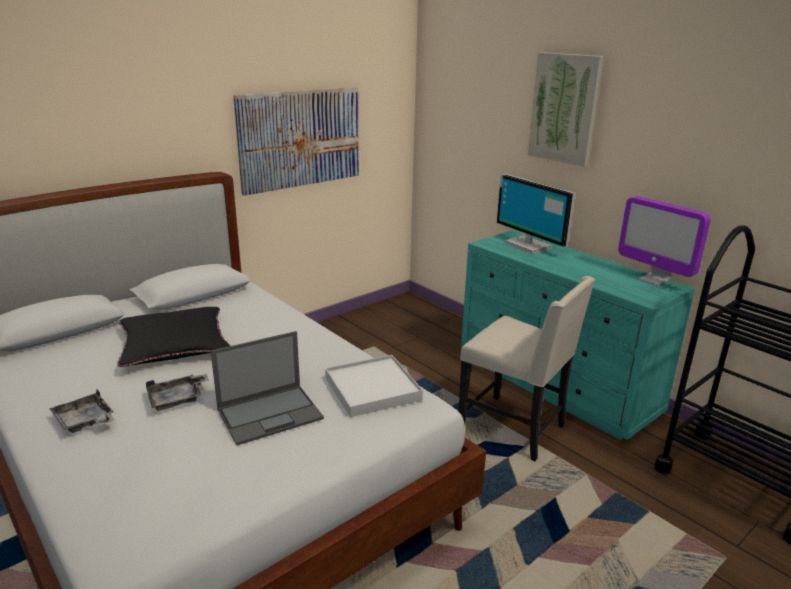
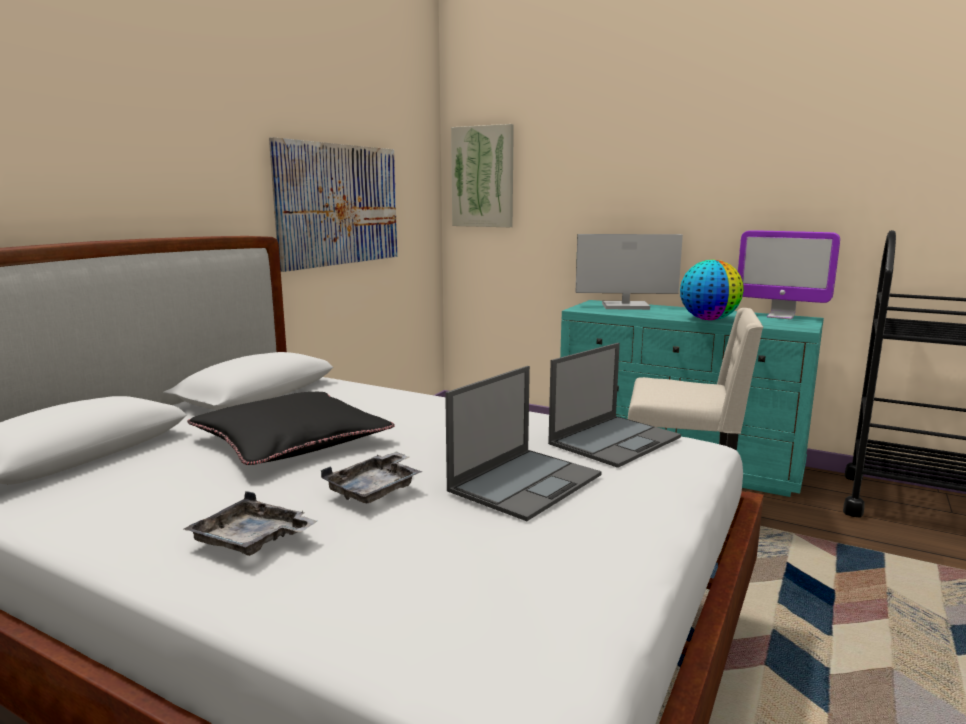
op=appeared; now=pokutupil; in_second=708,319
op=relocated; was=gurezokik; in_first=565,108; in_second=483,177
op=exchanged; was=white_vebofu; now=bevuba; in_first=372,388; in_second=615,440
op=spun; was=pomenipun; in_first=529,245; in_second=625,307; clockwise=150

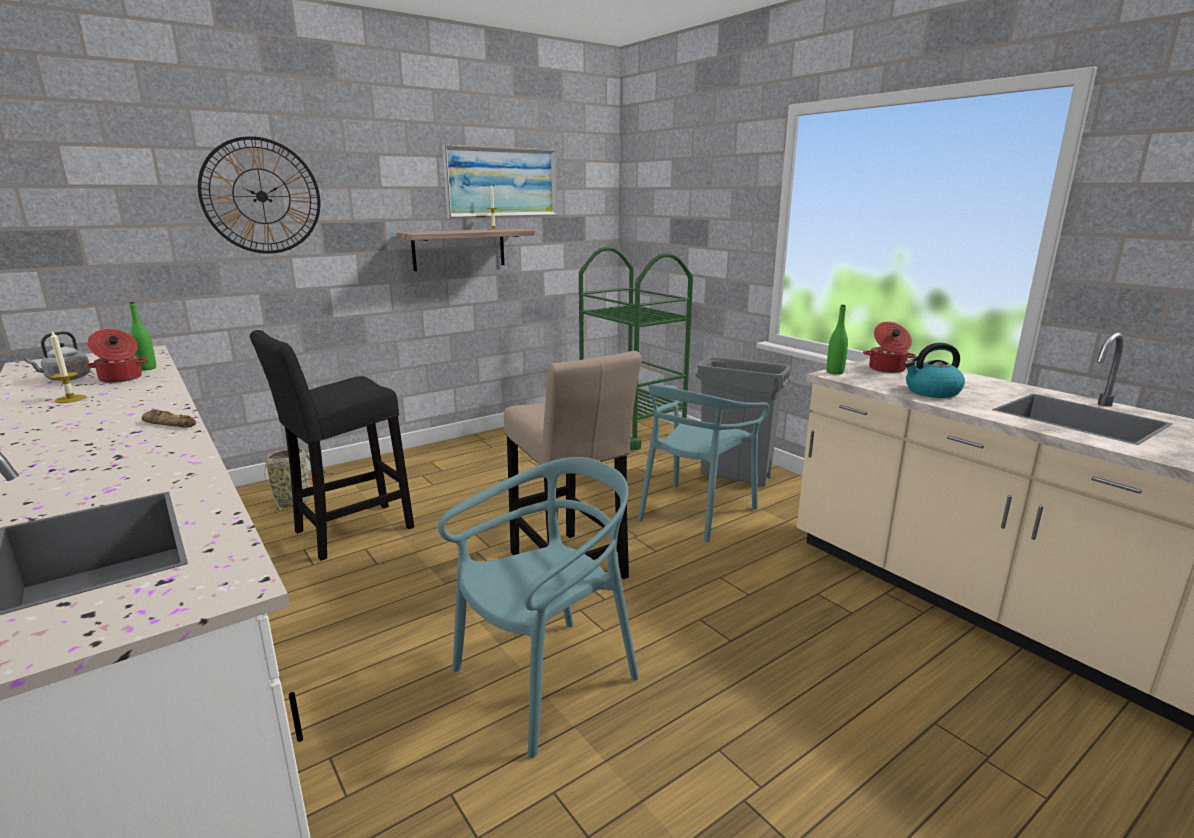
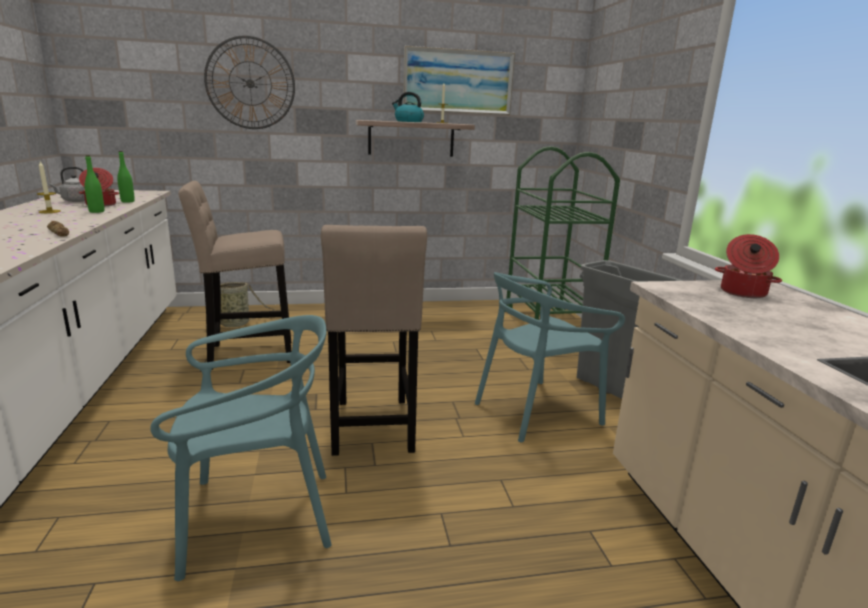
op=relocated; was=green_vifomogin; in_first=835,372; in_second=96,211
op=relocated; was=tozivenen; in_first=931,392; in_second=408,121
op=colour; was=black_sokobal; now=beige_sokobal; in_first=348,532; in_second=245,354

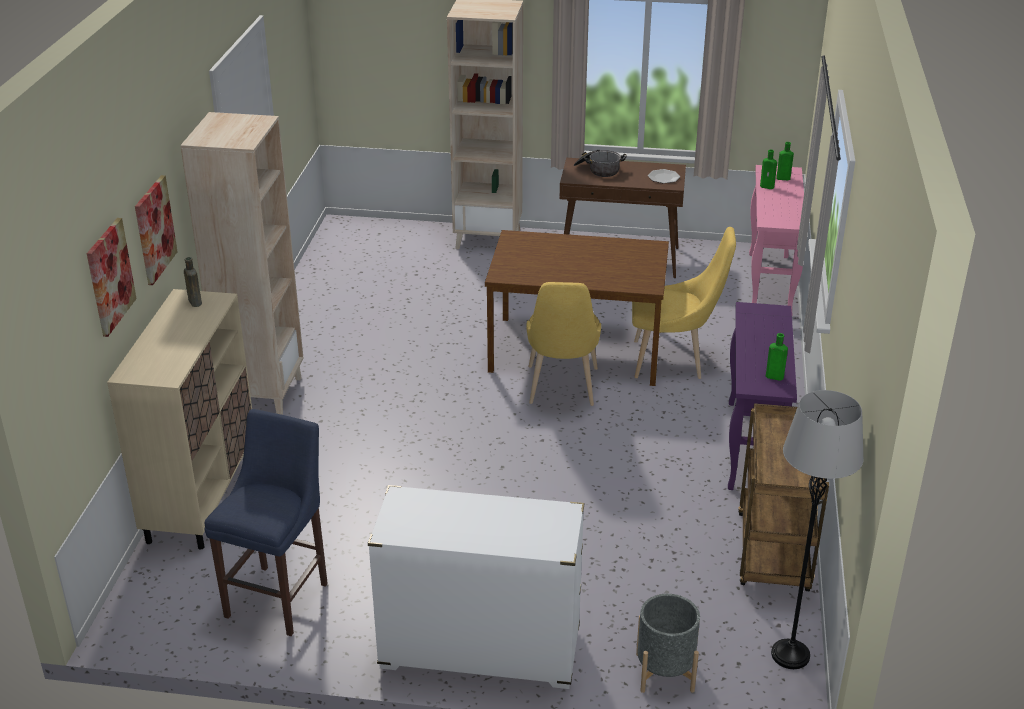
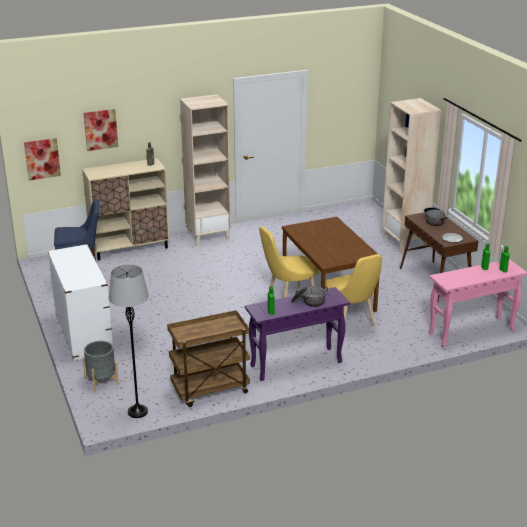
op=appeared; now=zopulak; in_second=308,302
op=relocated; was=gurezokik; in_first=154,229; in_second=42,158

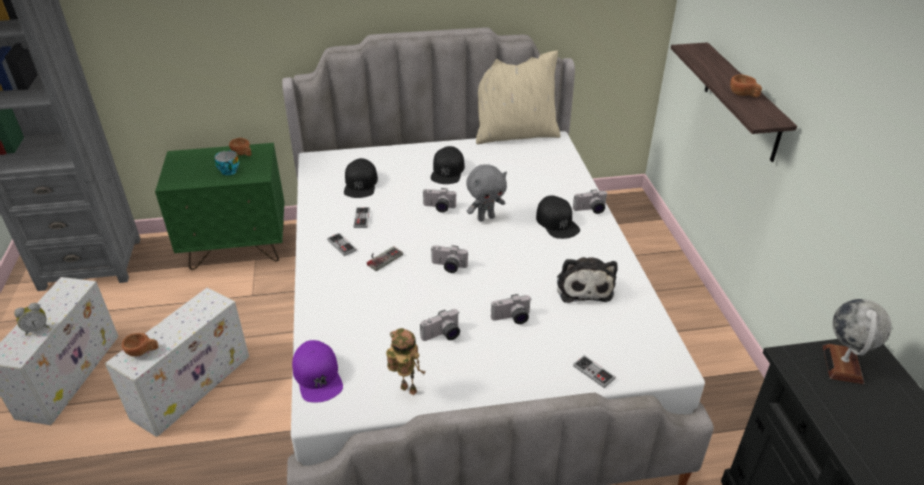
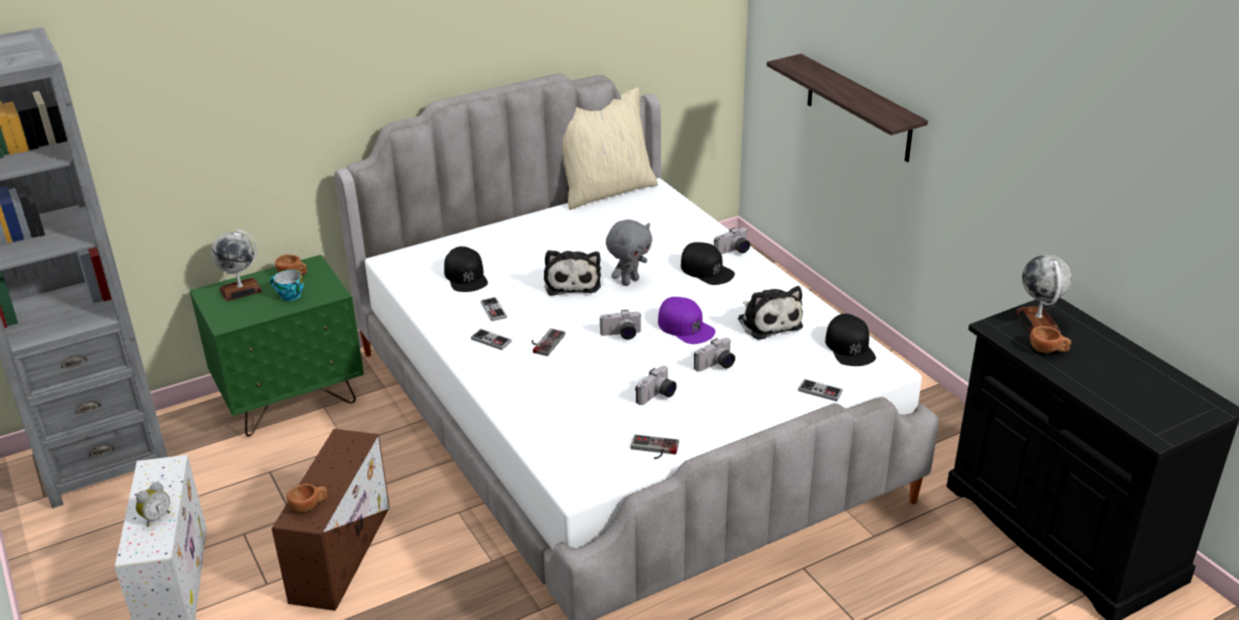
op=appeared; now=pokutupil; in_second=241,290
op=relocated; was=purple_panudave; in_first=318,376; in_second=686,327
op=relocated; was=black_panudave; in_first=447,171; in_second=850,347
op=relocated; was=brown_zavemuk; in_first=743,95; in_second=1048,350
op=exchanged; was=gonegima; now=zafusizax; in_first=406,391; in_second=654,449
op=exchanged; was=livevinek; now=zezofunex; in_first=439,208; in_second=572,282
op=colour; was=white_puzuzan; now=brown_puzuzan; in_first=193,385; in_second=342,551

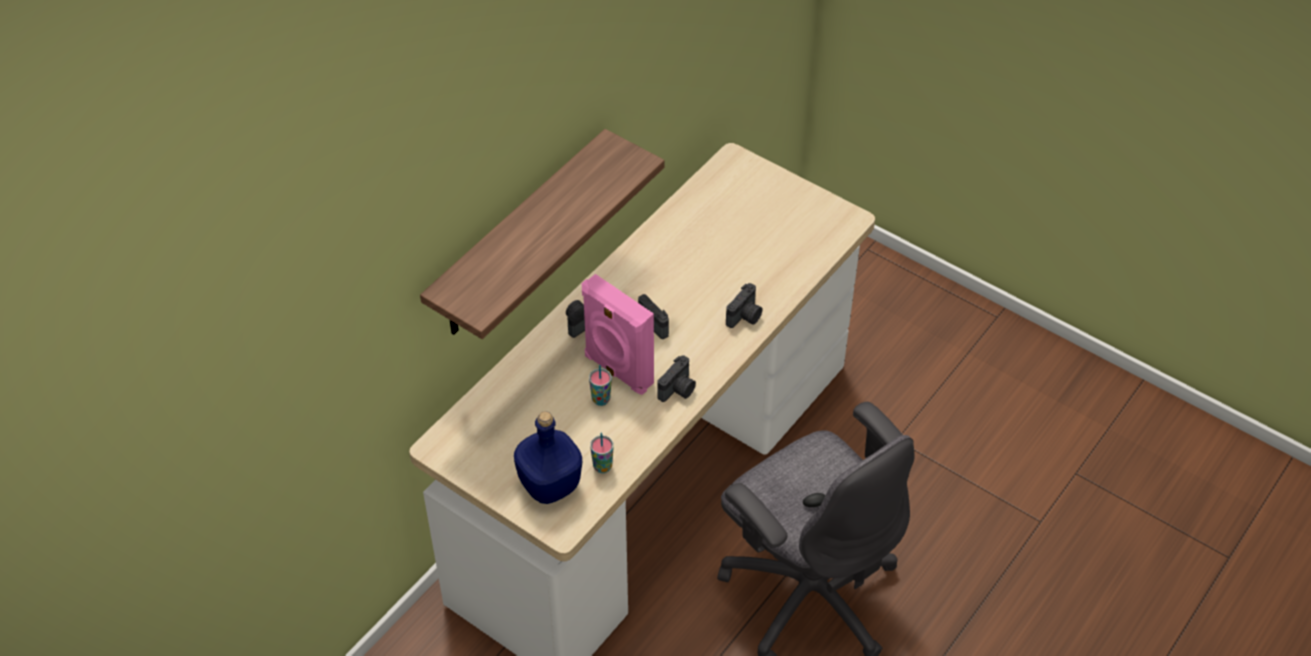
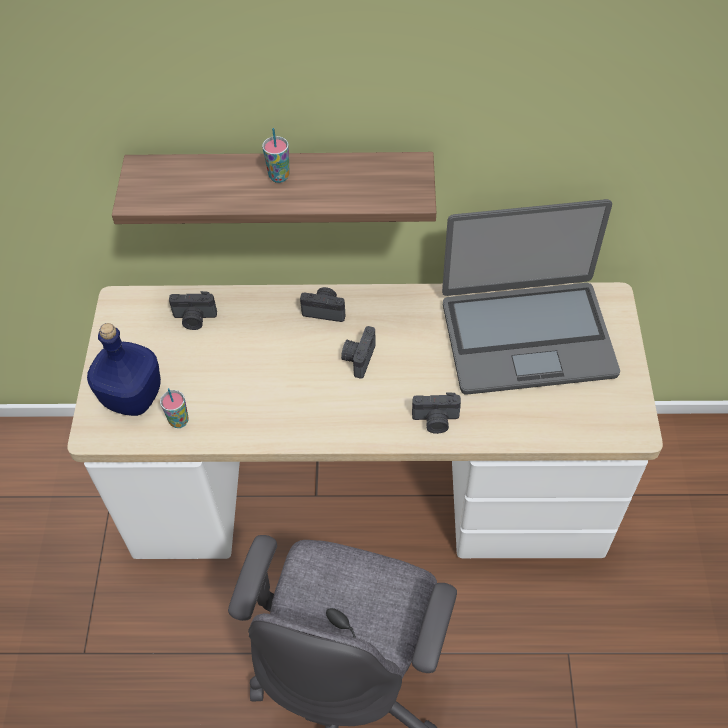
op=missing; was=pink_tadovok; in_first=617,371
op=appeared; now=bevuba; in_second=526,336
op=relocated; was=zavemuk; in_first=601,399; in_second=279,176
op=relocated; was=livevinek; in_first=678,390; in_second=194,319

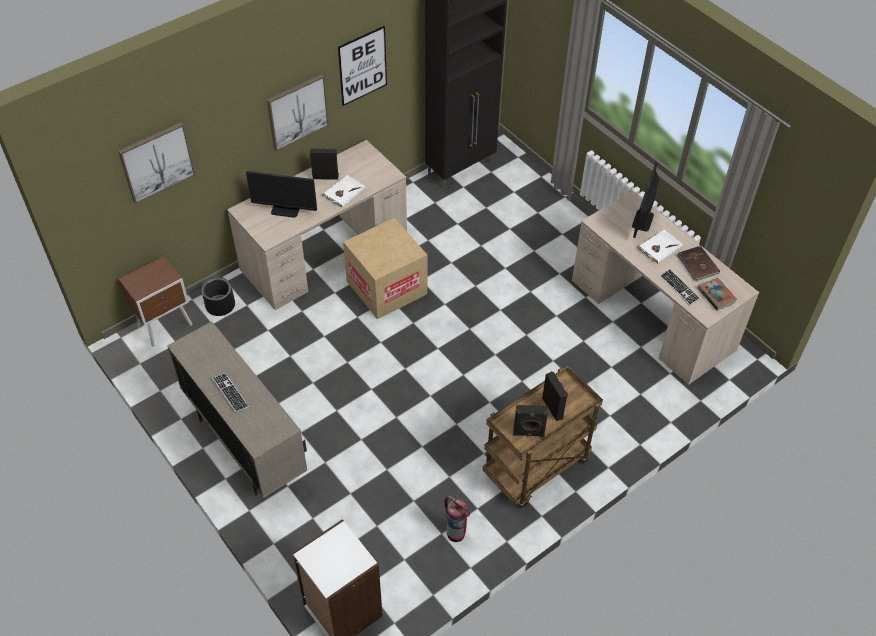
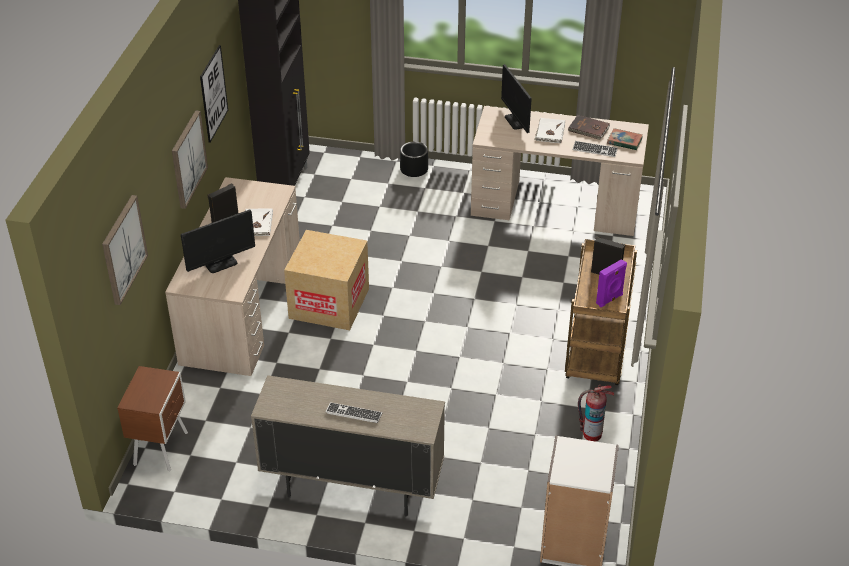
op=relocated; was=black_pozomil; in_first=220,305; in_second=414,170
op=colour; was=black_tadovok; now=purple_tadovok; in_first=528,433; in_second=610,299

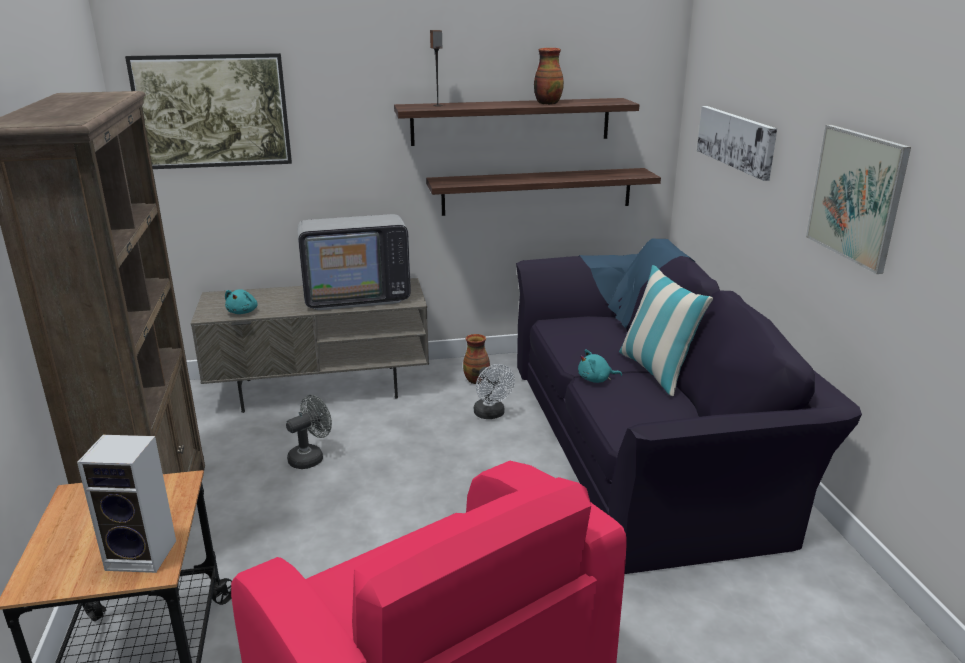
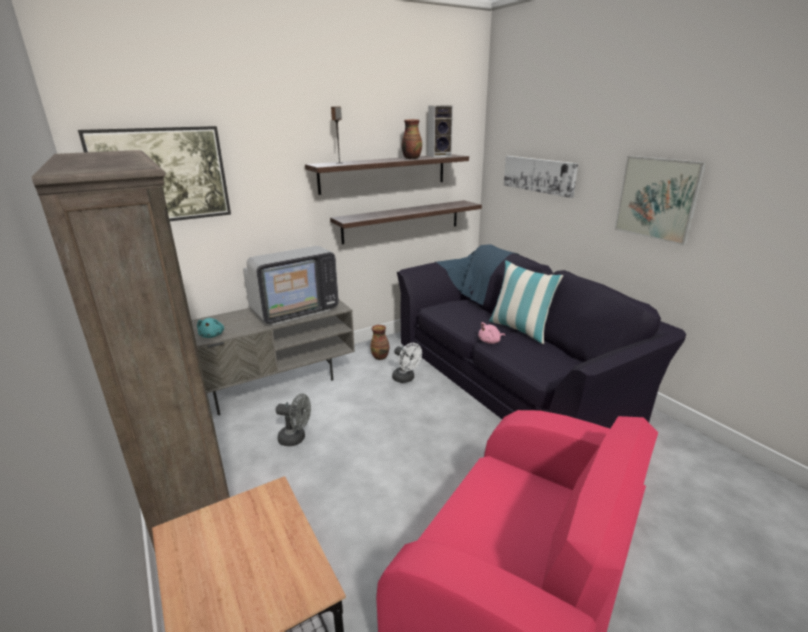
op=relocated; was=tadovok; in_first=144,554; in_second=440,156
op=colour; was=turquoise_zezofunex; now=pink_zezofunex; in_first=596,379; in_second=490,341
op=spun; was=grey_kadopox; in_first=310,457; in_second=296,438; clockwise=75

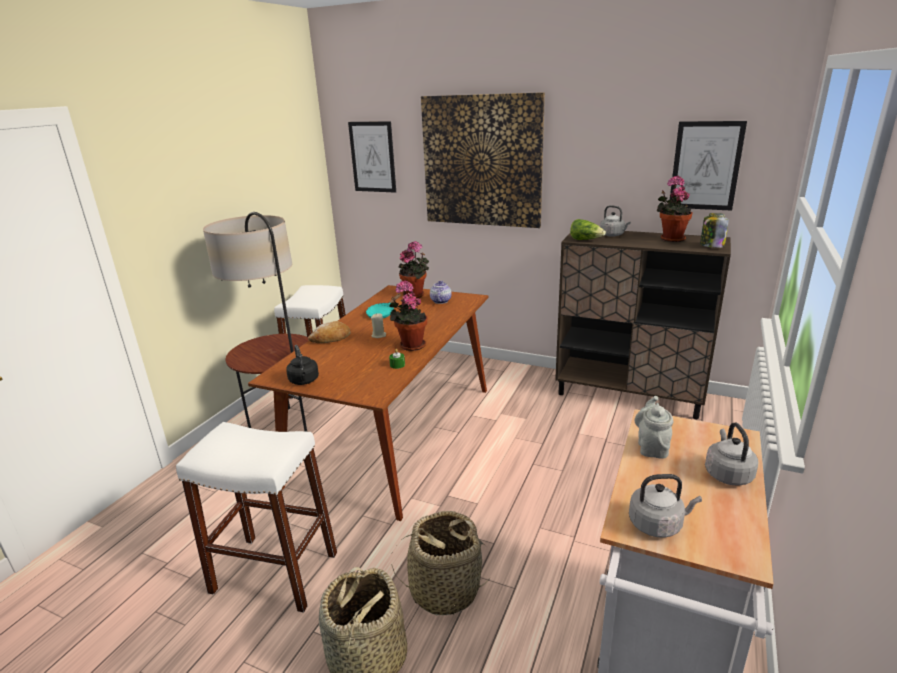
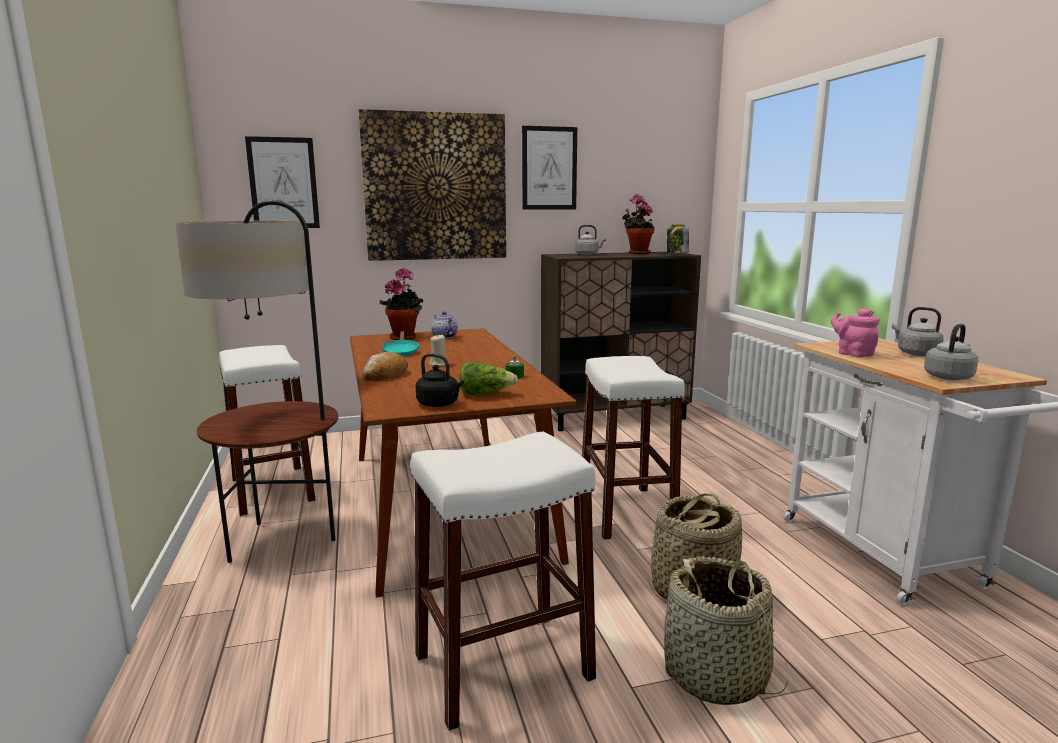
op=missing; was=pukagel; in_first=410,345
op=appeared; now=white_sokobal; in_second=626,512
op=relocated; was=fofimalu; in_first=586,240; in_second=485,394
op=relocated; was=gurezokik; in_first=705,166; in_second=549,168
op=colour; was=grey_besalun; now=pink_besalun; in_first=652,447; in_second=853,353

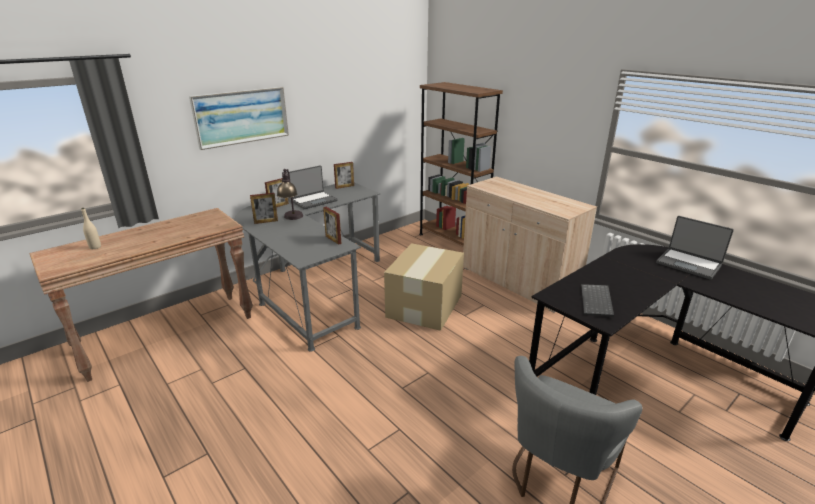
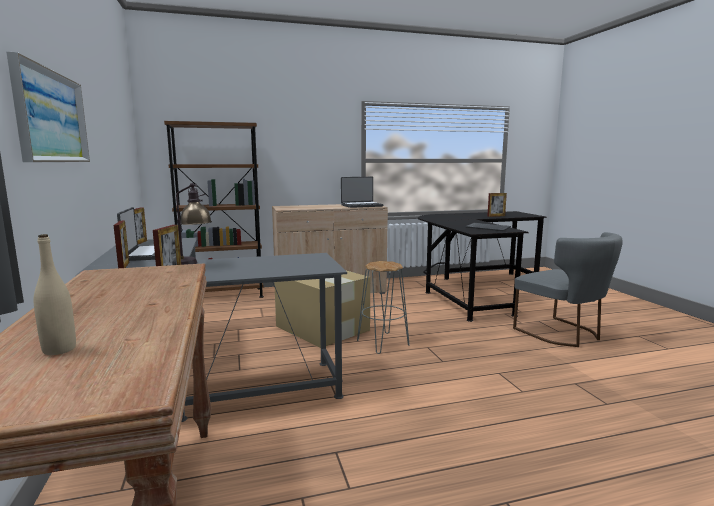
op=appeared; now=grey_sokobal; in_second=383,343
op=relocated; was=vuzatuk; in_first=333,240; in_second=496,216
op=relocated; was=bevuba; in_first=689,264; in_second=361,205

